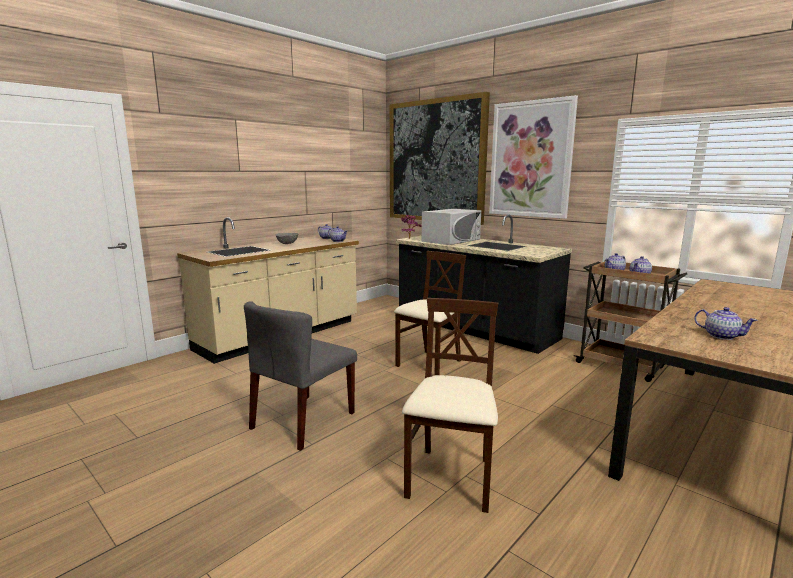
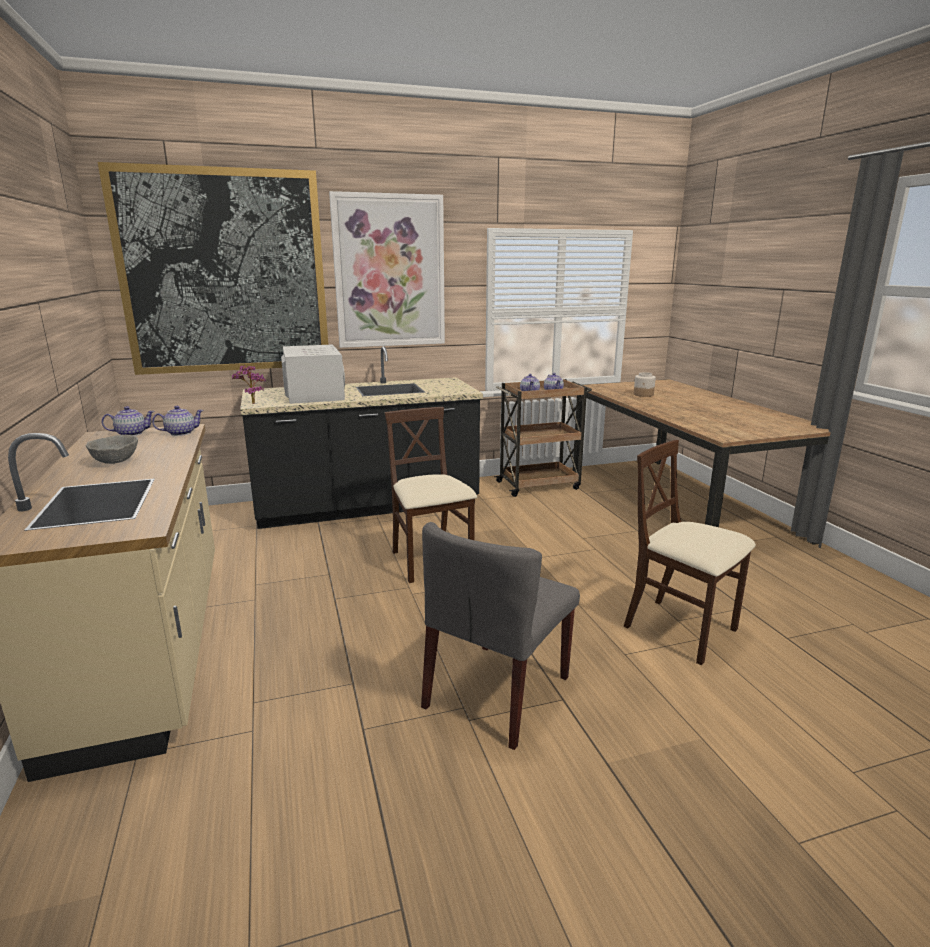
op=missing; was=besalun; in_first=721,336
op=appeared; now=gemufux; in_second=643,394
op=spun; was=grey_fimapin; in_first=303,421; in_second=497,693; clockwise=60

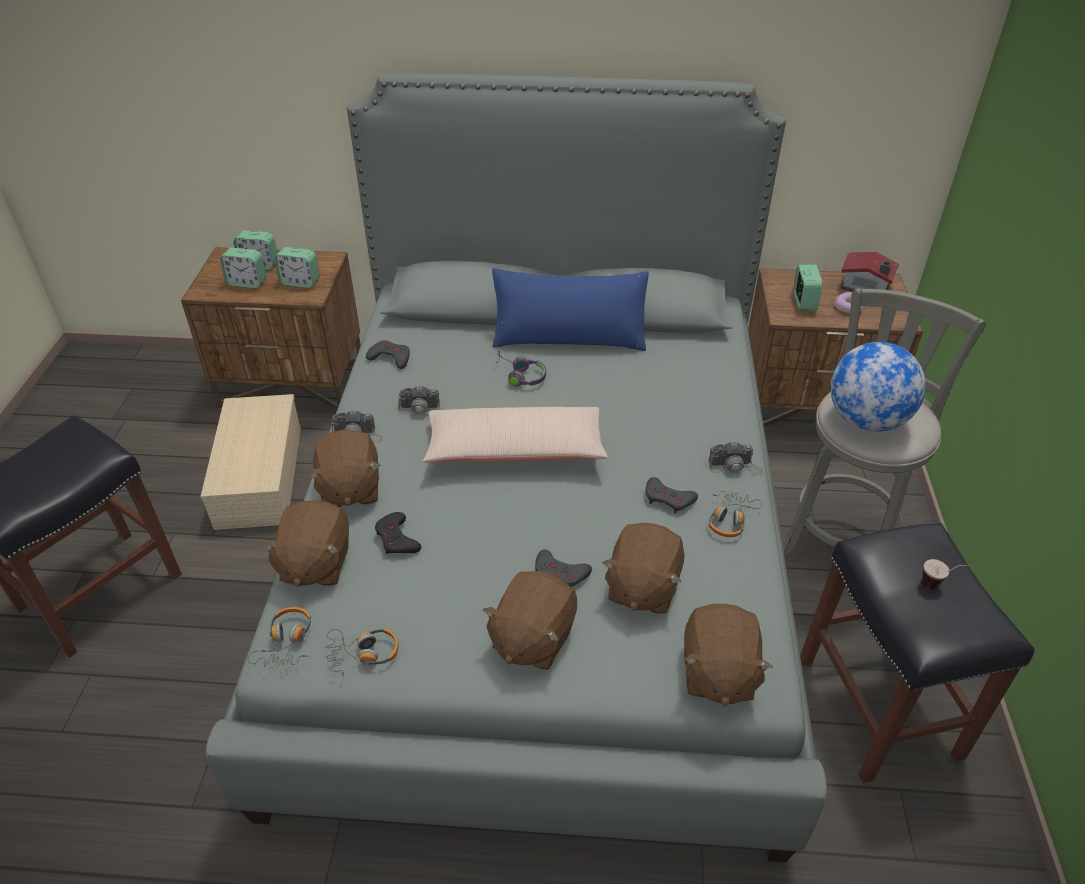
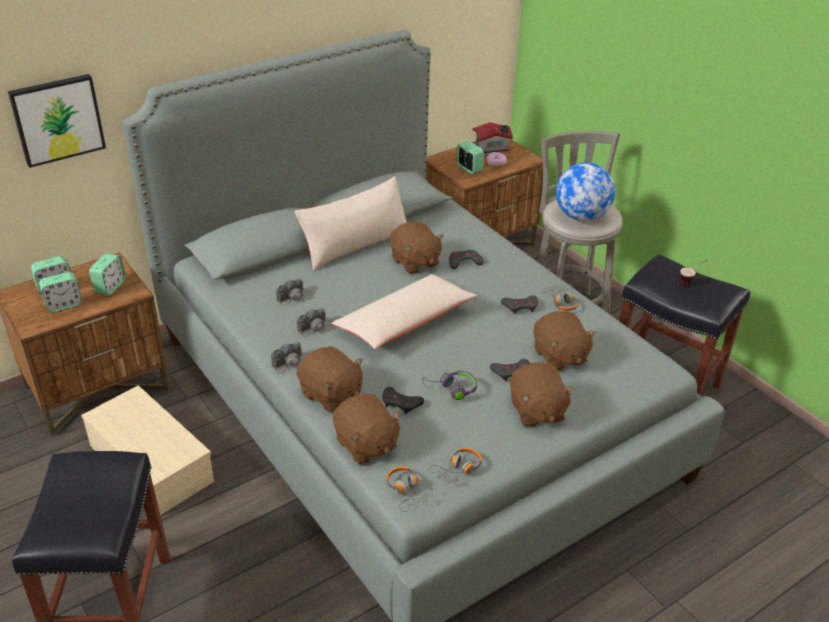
op=appeared; now=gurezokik; in_second=57,119
op=relocated; was=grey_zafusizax; in_first=390,358; in_second=464,262
op=relocated; was=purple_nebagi; in_first=520,376; in_second=452,389
op=relocated; was=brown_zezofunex; in_first=717,673; in_second=414,262
op=relocated; was=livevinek; in_first=735,466; in_second=295,296
op=colour; was=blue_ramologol; now=beige_ramologol; in_first=569,338; in_second=355,245
op=spun; was=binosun; in_first=300,282; in_second=110,286; clockwise=-45

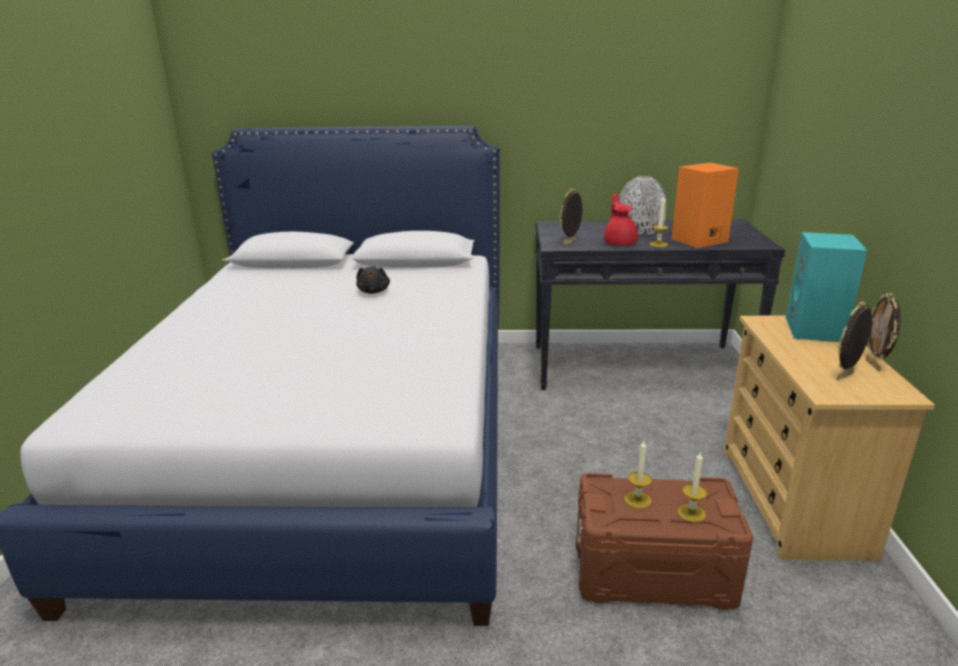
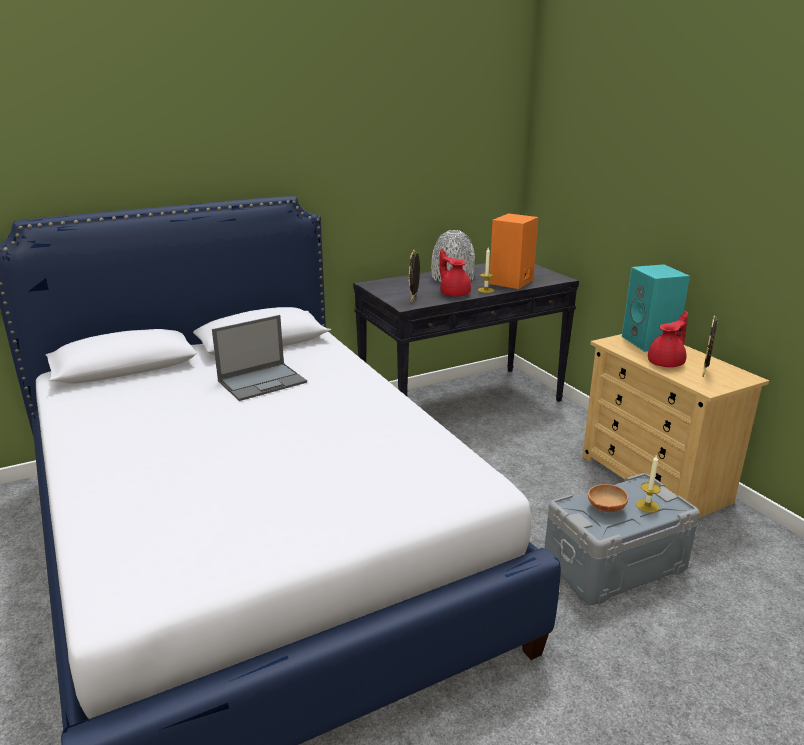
op=missing; was=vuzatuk; in_first=874,365
op=appeared; now=red_besalun; in_second=667,363
op=exchanged; was=black_zezofunex; now=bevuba; in_first=374,291; in_second=263,381
op=exchanged; was=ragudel; now=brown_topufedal; in_first=637,500; in_second=605,508
op=colour; was=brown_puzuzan; now=grey_puzuzan; in_first=653,573; in_second=615,565

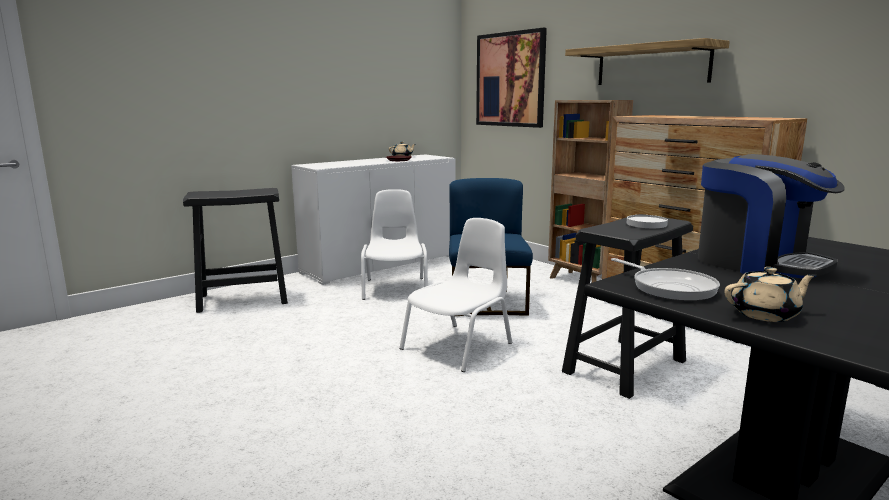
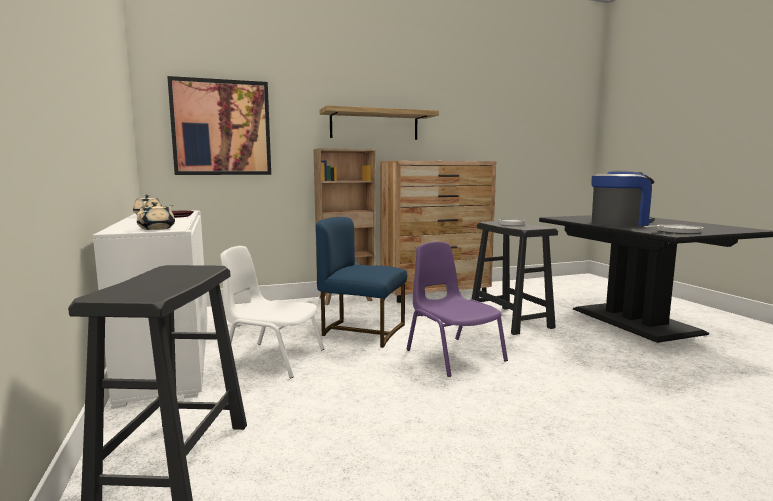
op=relocated; was=beige_besalun; in_first=765,314; in_second=157,228
op=colour; was=white_fimapin; now=purple_fimapin; in_first=459,346; in_second=453,355

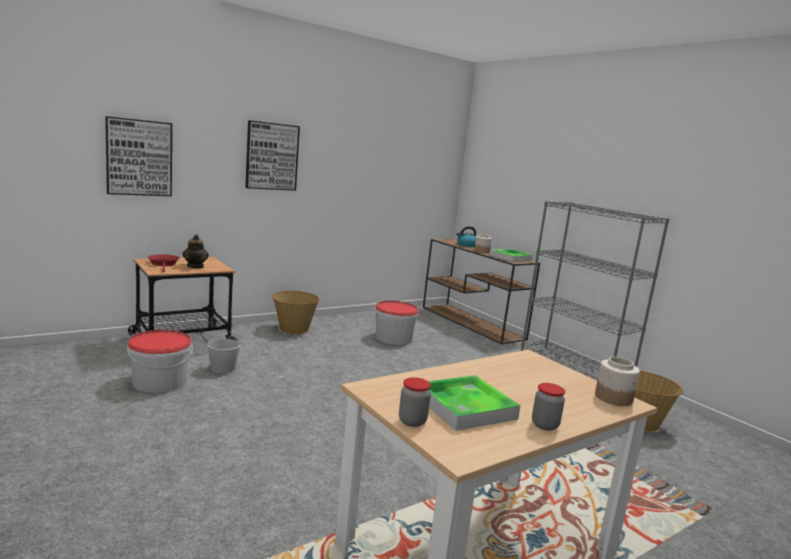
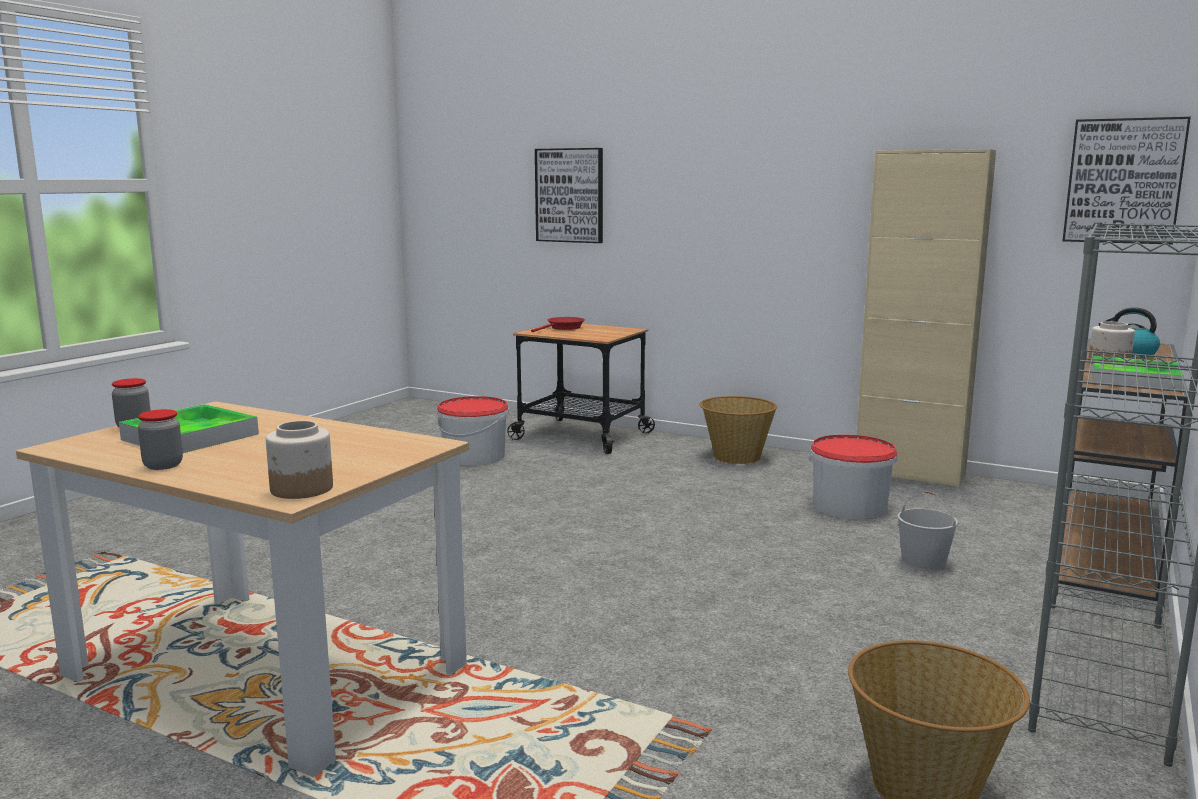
op=missing; was=besalun; in_first=195,266
op=appeared; now=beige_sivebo; in_second=909,473
op=relocated; was=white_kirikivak; in_first=223,368; in_second=924,562
op=relocated; was=gurezokik; in_first=272,156; in_second=1123,181

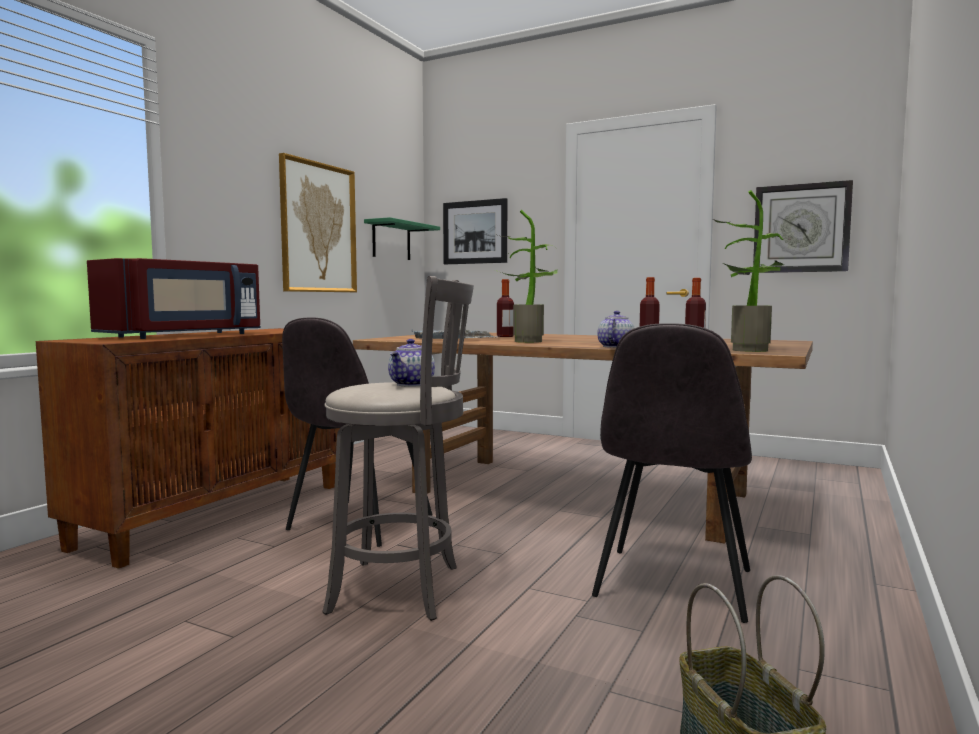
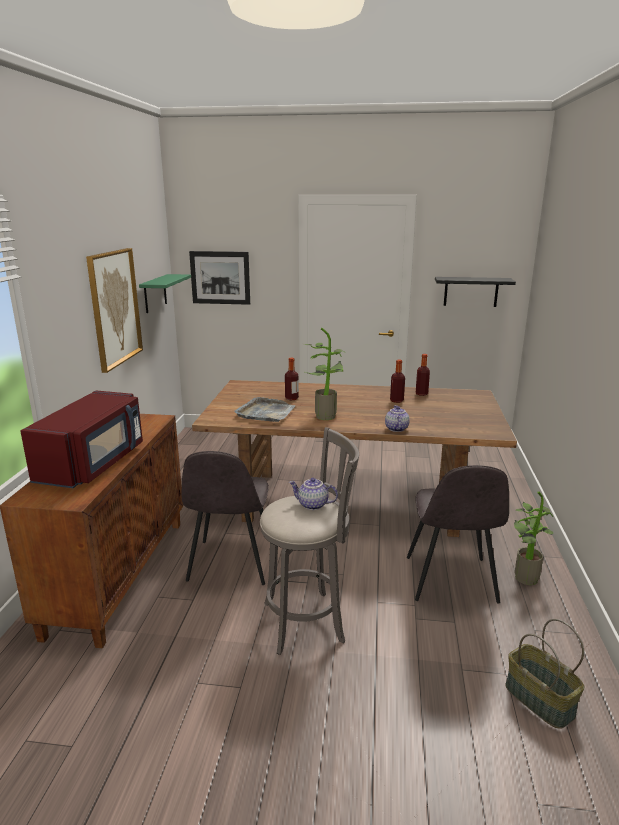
op=relocated; was=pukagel; in_first=747,350; in_second=523,576
op=exchanged; was=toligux; now=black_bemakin; in_first=801,228; in_second=471,291
op=spun; was=besalun; in_first=412,384; in_second=312,505; clockwise=105

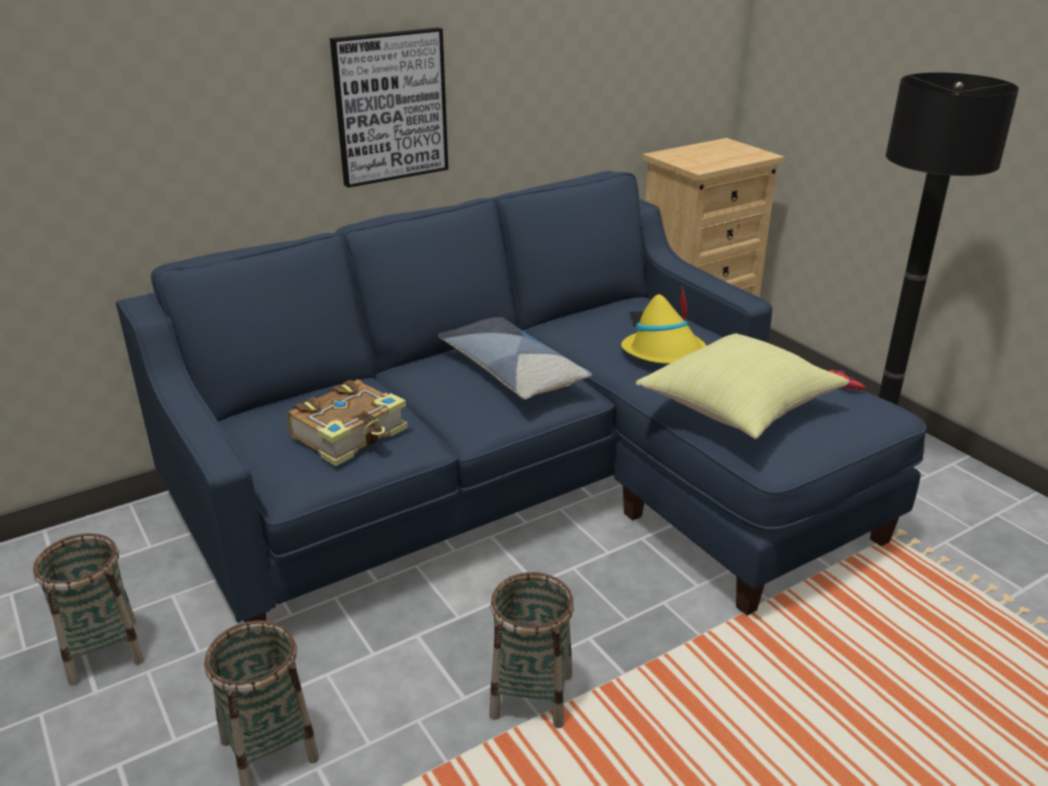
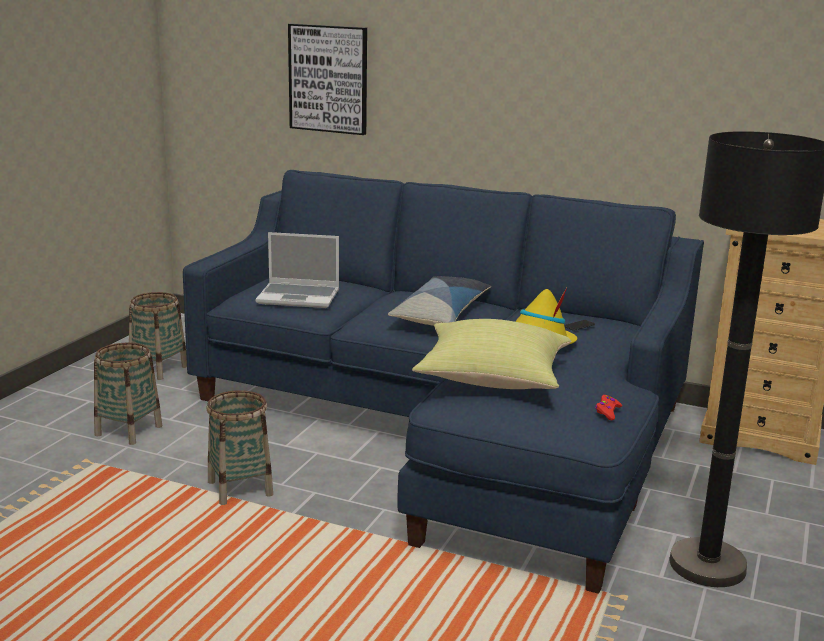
op=relocated; was=gurezokik; in_first=390,106; in_second=328,79
op=exchanged; was=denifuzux; now=bevuba; in_first=351,434; in_second=299,297

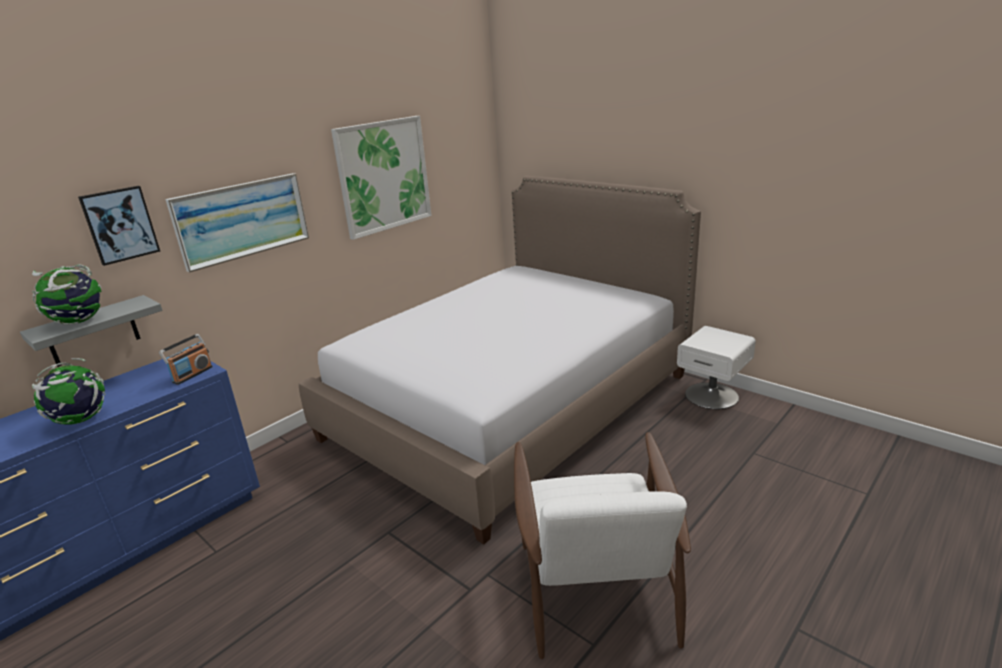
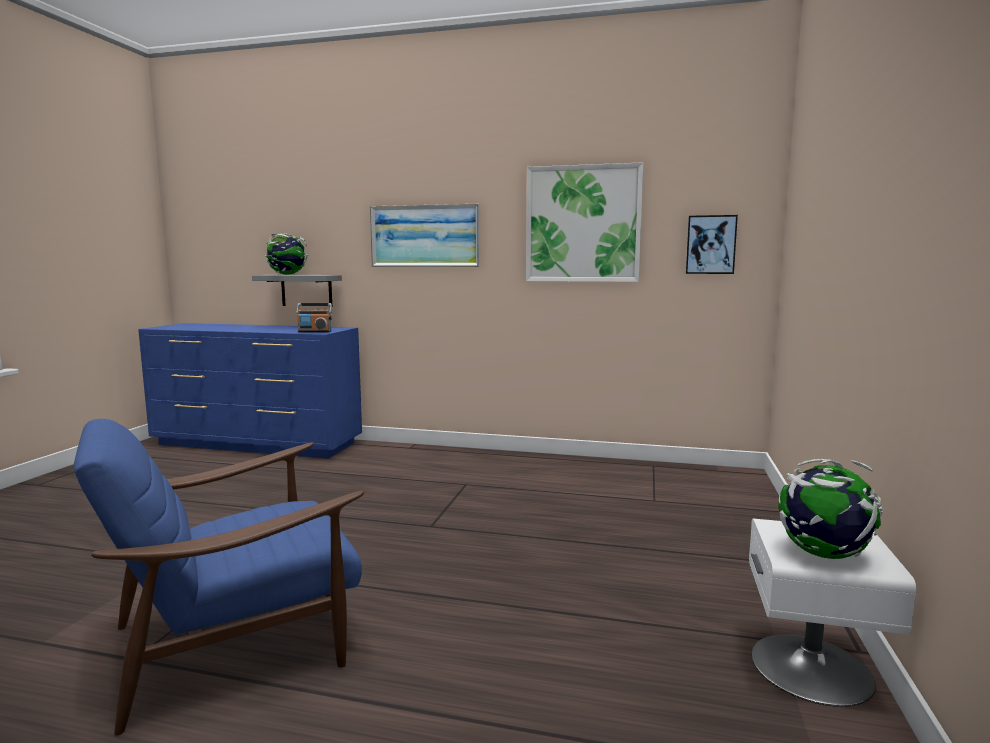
op=missing; was=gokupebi; in_first=511,406
op=relocated; was=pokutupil; in_first=80,420; in_second=823,554
op=relocated; was=gurezokik; in_first=120,225; in_second=710,244
op=colour; was=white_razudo; now=blue_razudo; in_first=596,586; in_second=236,641

